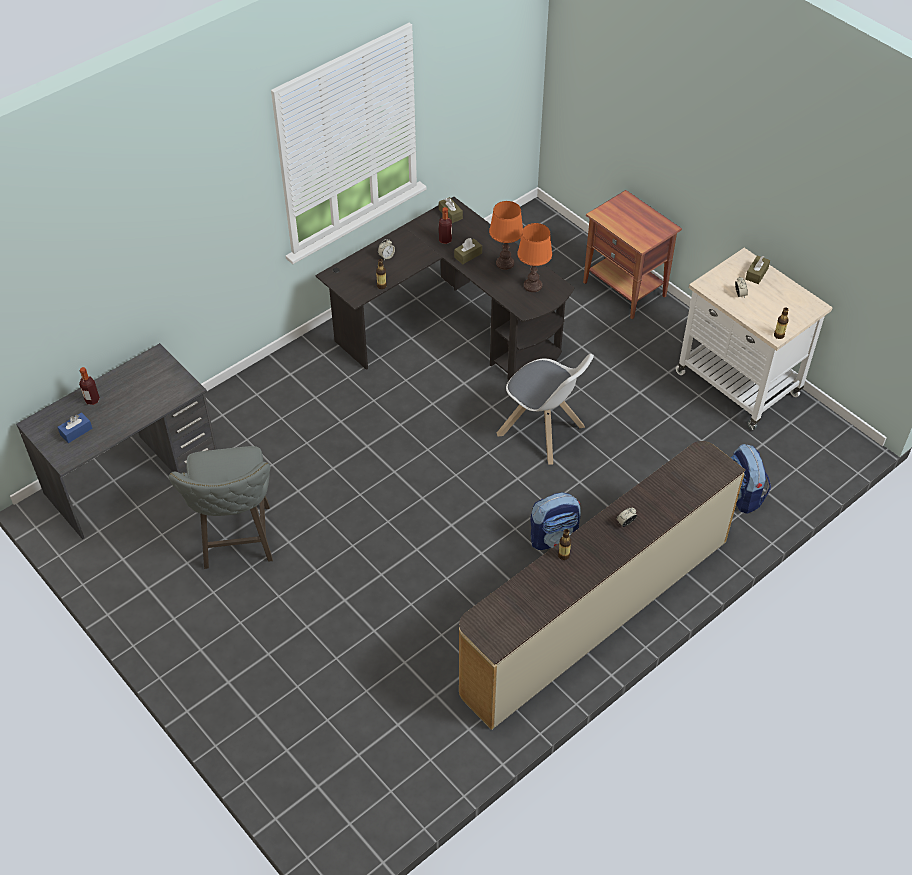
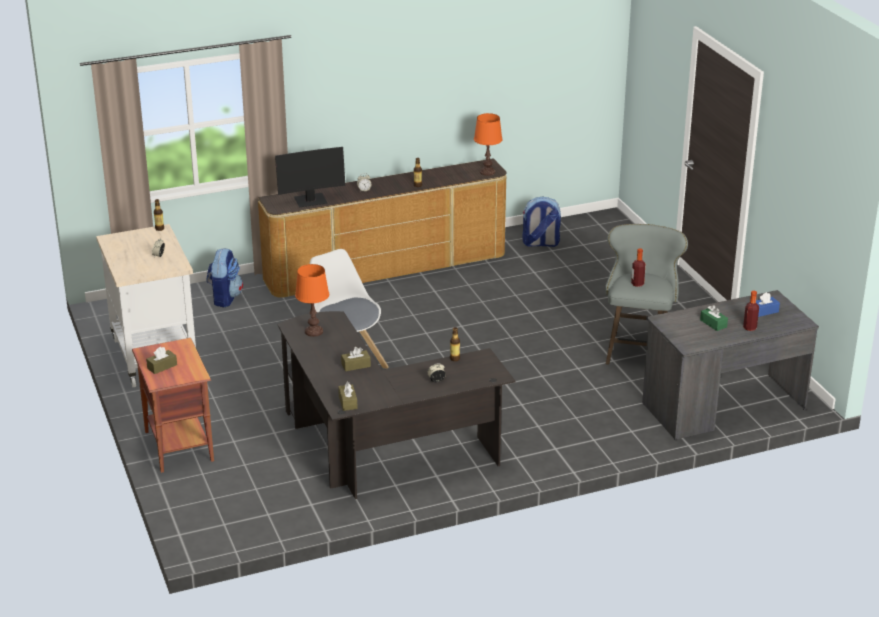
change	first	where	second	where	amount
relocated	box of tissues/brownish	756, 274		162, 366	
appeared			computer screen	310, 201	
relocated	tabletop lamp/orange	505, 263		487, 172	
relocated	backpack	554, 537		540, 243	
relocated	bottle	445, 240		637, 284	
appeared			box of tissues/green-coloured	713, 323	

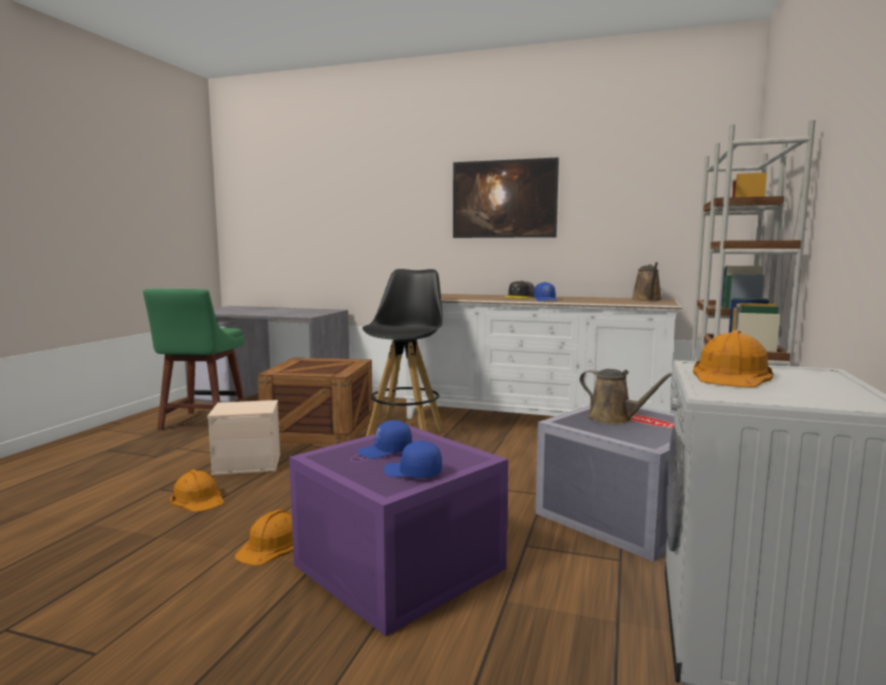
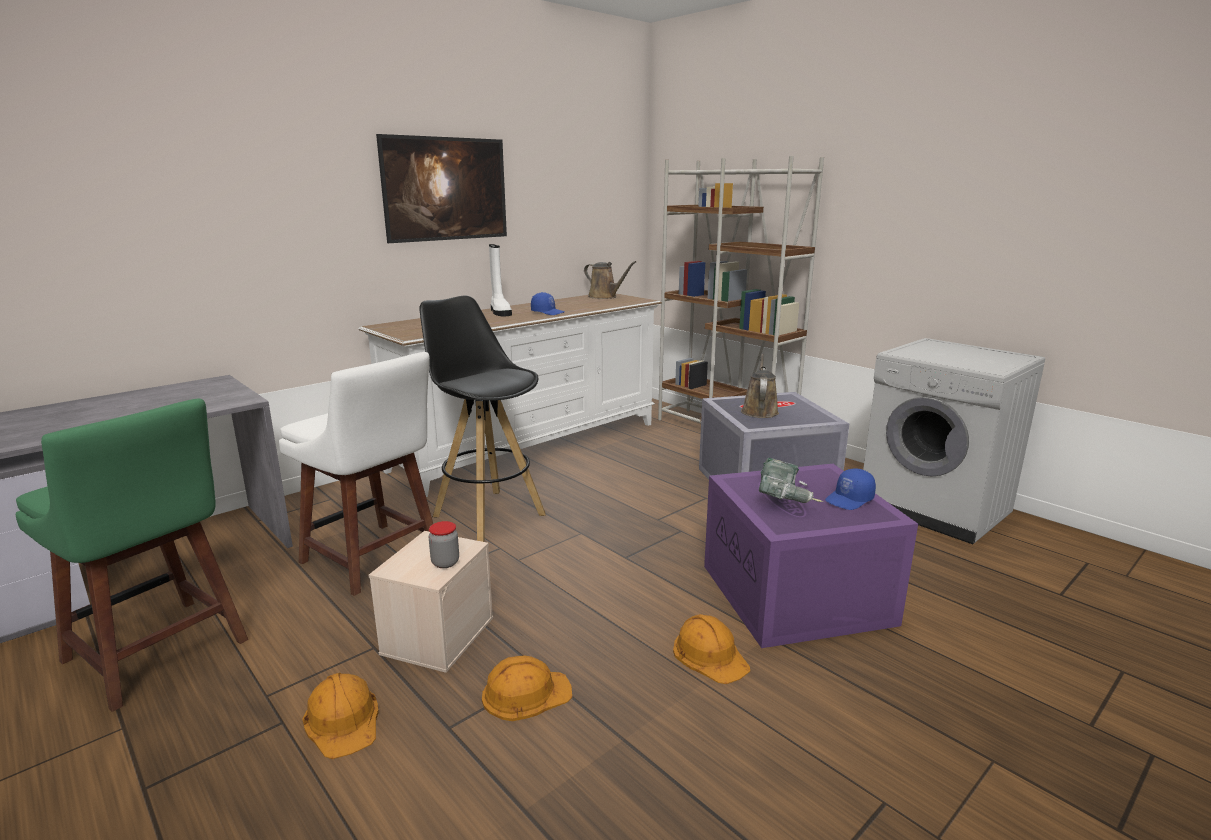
change	first	where	second	where	amount
exchanged	shipping crate	318, 429	stool/white-coloured	374, 559	
relocated	hard hat/orange	731, 375		343, 720	
appeared			preserve jar	445, 562	
exchanged	cap/greyish	519, 297	high-top boot/white-coloured	500, 312	
spun	watering can/brownish	614, 419		759, 411	60 degrees counterclockwise
exchanged	cap/blue	385, 451	power drill	786, 499	

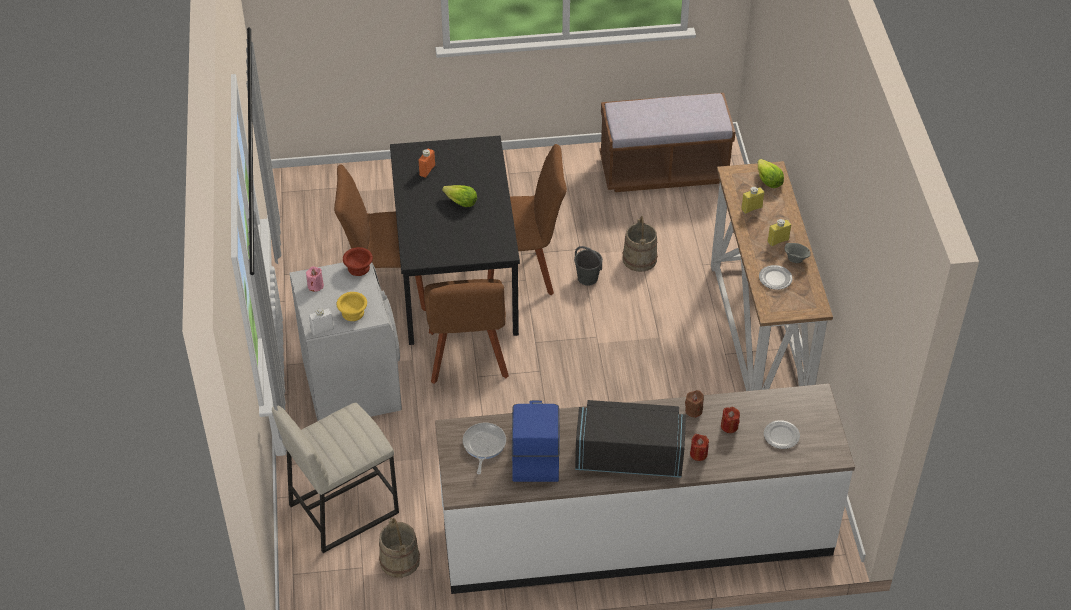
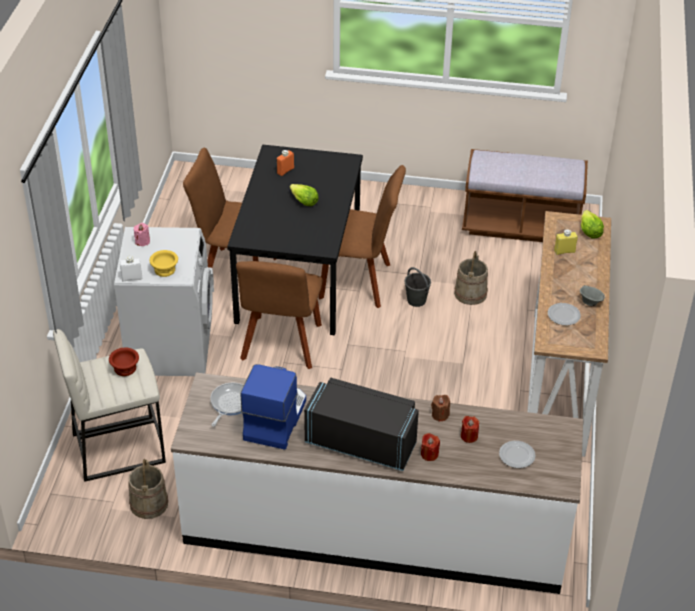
change	first	where	second	where	amount
relocated	serving bowl/brownish	358, 268		124, 369	
missing	bottle/yellowish	778, 240			

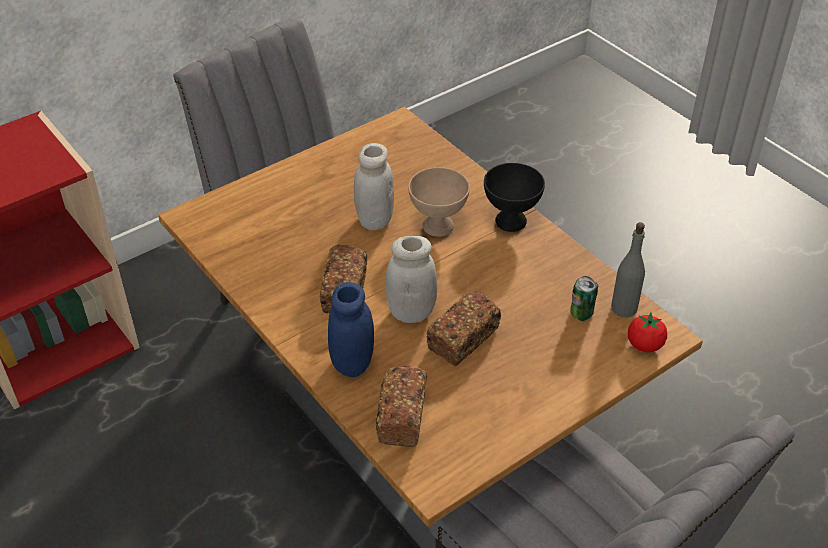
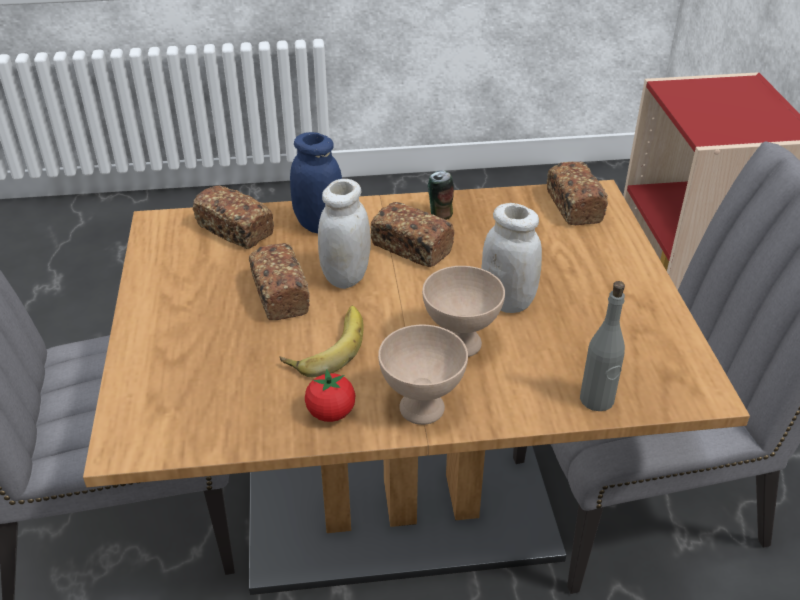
change	first	where	second	where	amount
appeared			banana fruit	326, 345	
relocated	whole tomato	644, 345		331, 413	
colour	serving bowl/black-coloured	509, 221	serving bowl/sand-coloured	423, 407	
relocated	metal can	581, 314		440, 214	
appeared			bakery bread	573, 206	
relocated	bottle/greyish	624, 308		597, 400	

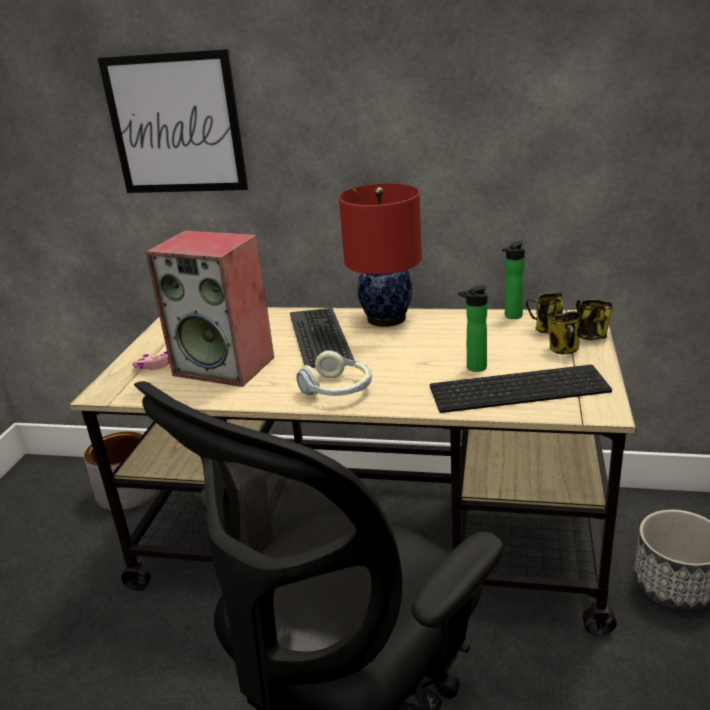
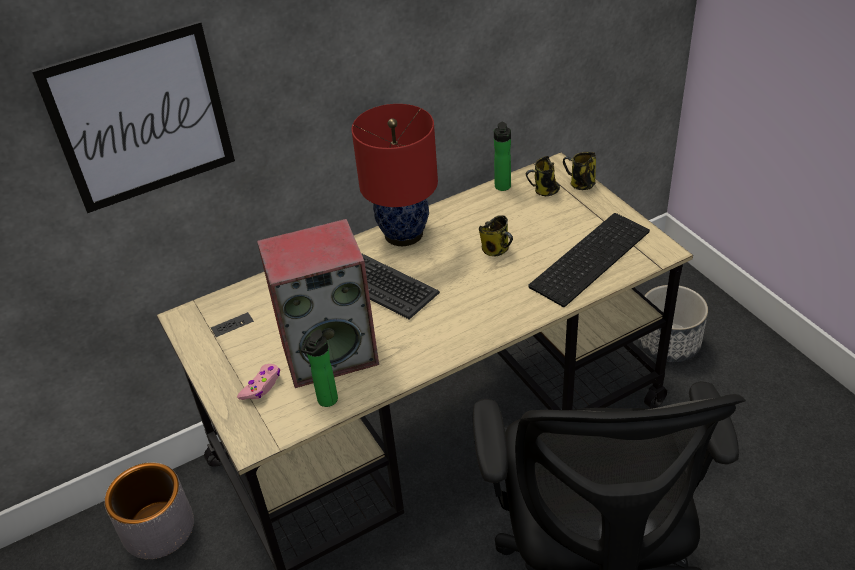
change	first	where	second	where	amount
relocated	bottle	473, 368		326, 402	
relocated	tea mug	564, 350		496, 250	
missing	headset	338, 389			

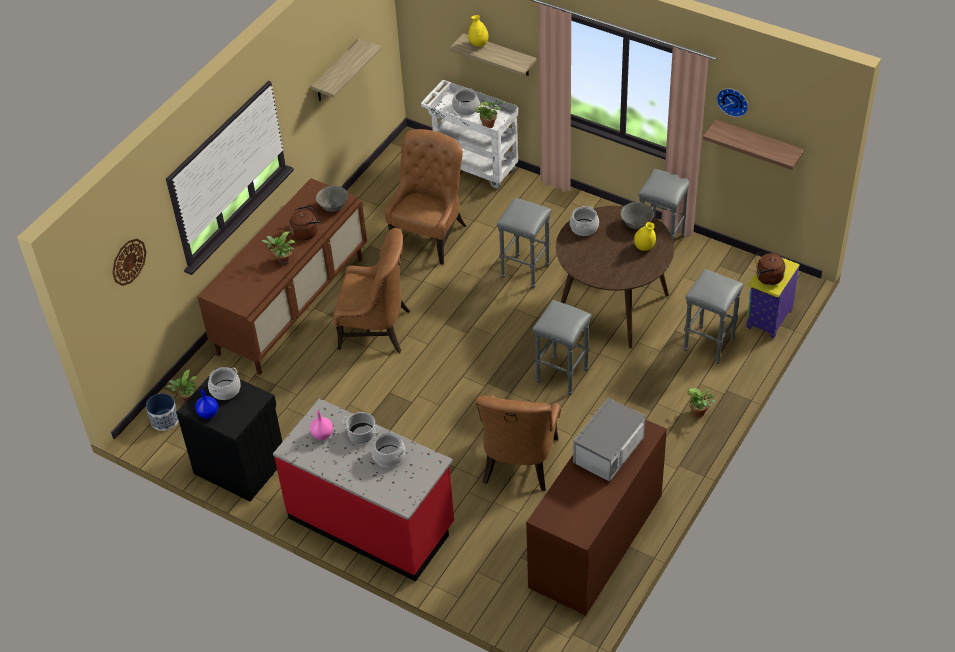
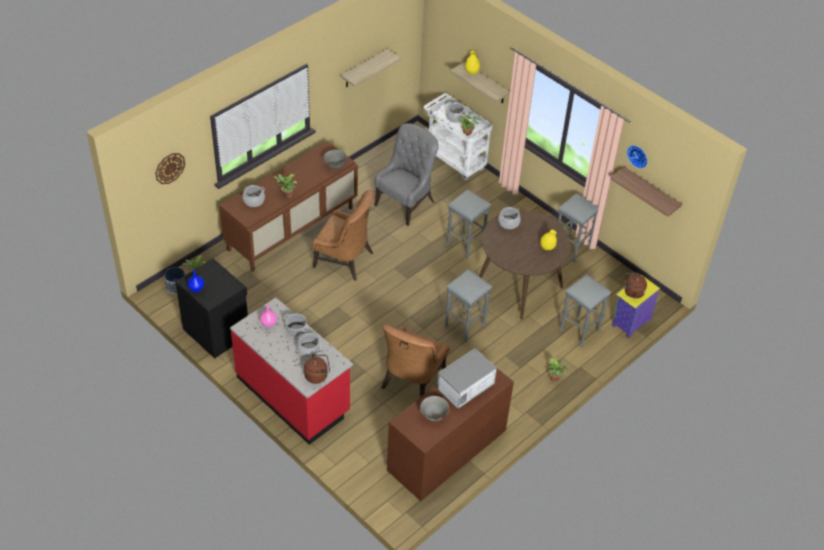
change	first	where	second	where	amount
relocated	stockpot	225, 390		254, 200	
relocated	kettle/brownish	306, 232		317, 375	
colour	chair/brownish	429, 236	chair/greyish	405, 203	
relocated	serving bowl/greyish	636, 224		434, 415	

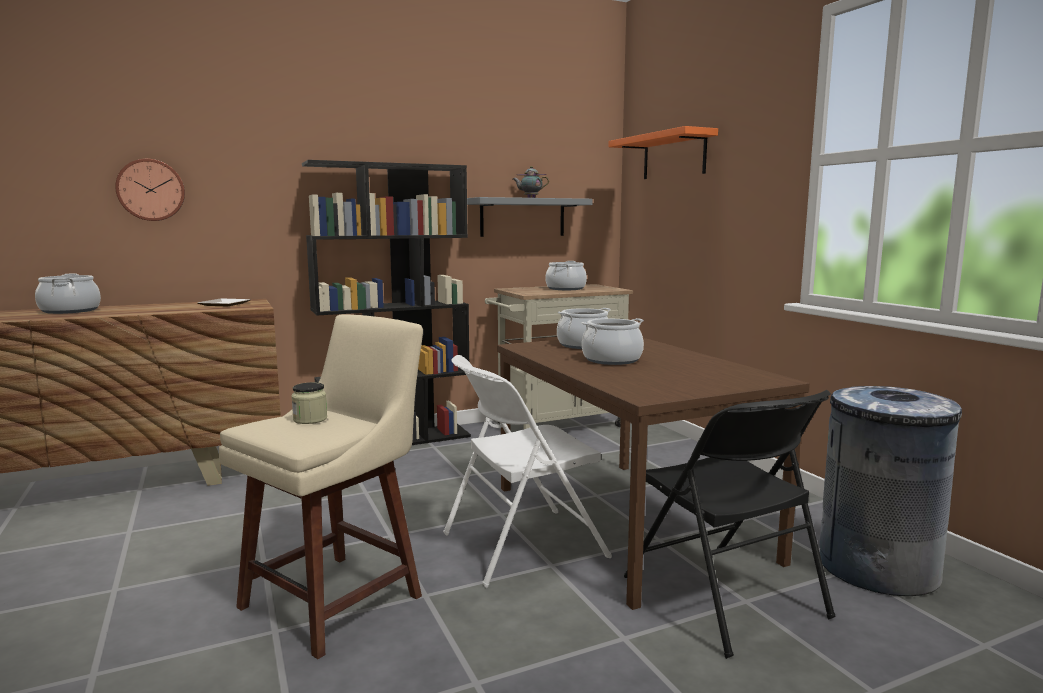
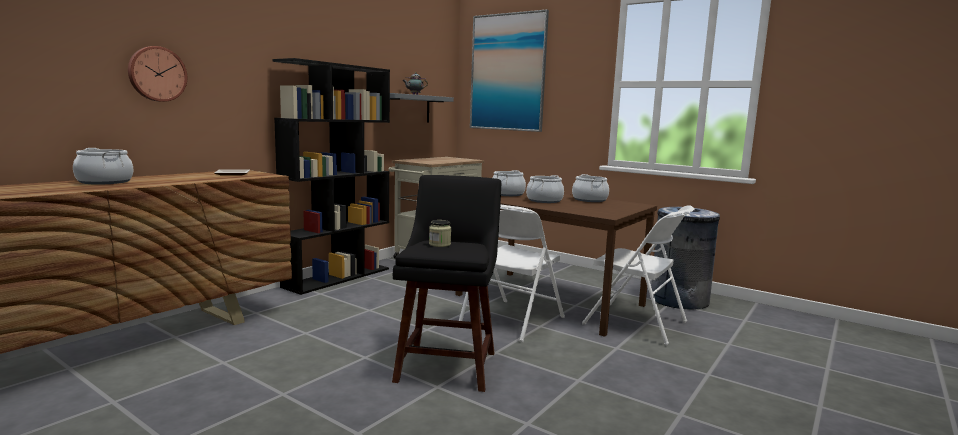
change	first	where	second	where	amount
colour	stool/sand-coloured	338, 598	stool/black-coloured	448, 364	
exchanged	shelf/orange	674, 156	picture	507, 72	
relocated	stockpot	565, 288		589, 200	
colour	chair/black-coloured	723, 596	chair/white-coloured	635, 323	

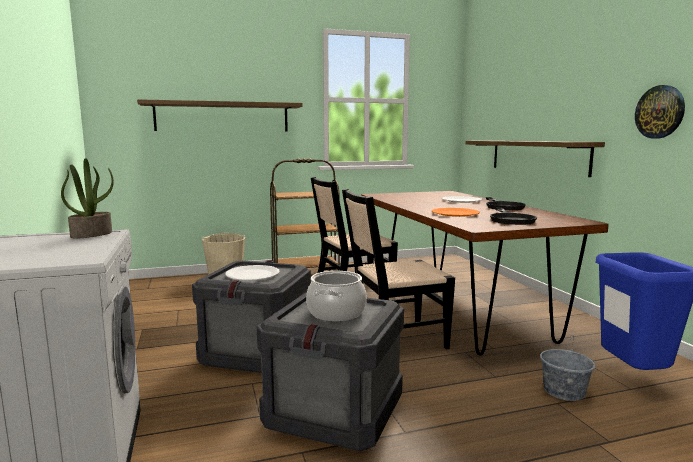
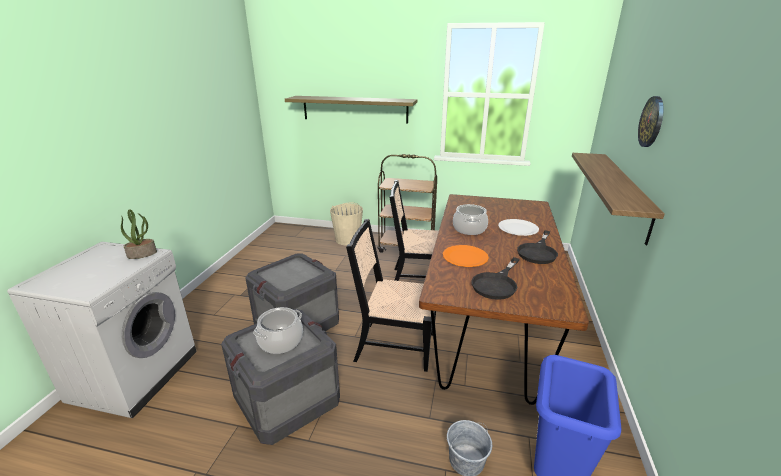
change	first	where	second	where	amount
appeared			stockpot	469, 229	
relocated	clock on the wall	660, 112		652, 122	
missing	flat dish/white-coloured	253, 274			

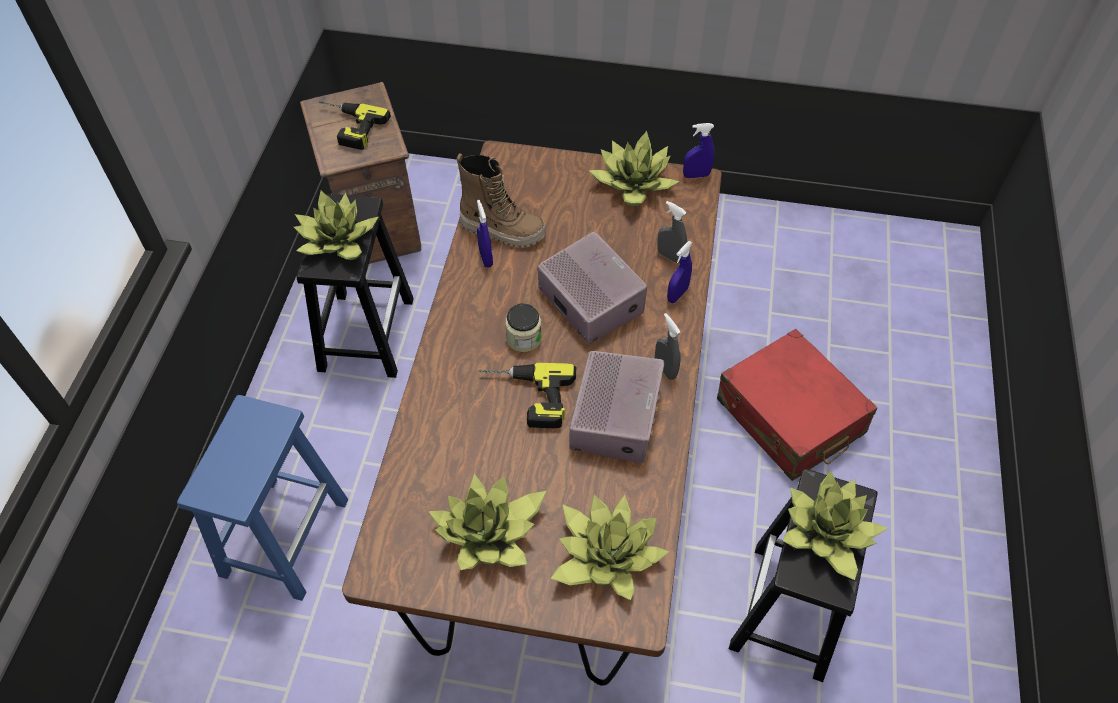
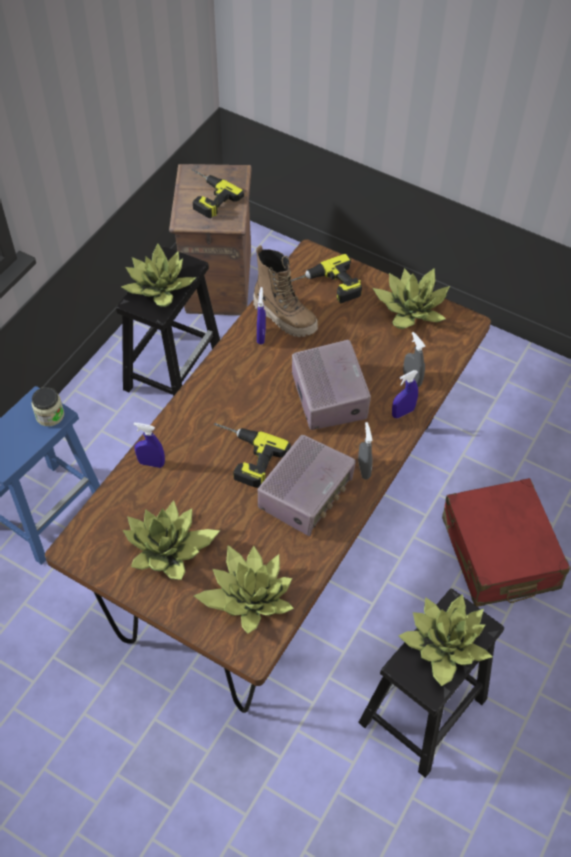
change	first	where	second	where	amount
relocated	preserve jar	524, 338		50, 415	
relocated	hand sprayer/blue	696, 175		151, 463	
appeared			power drill	325, 288	

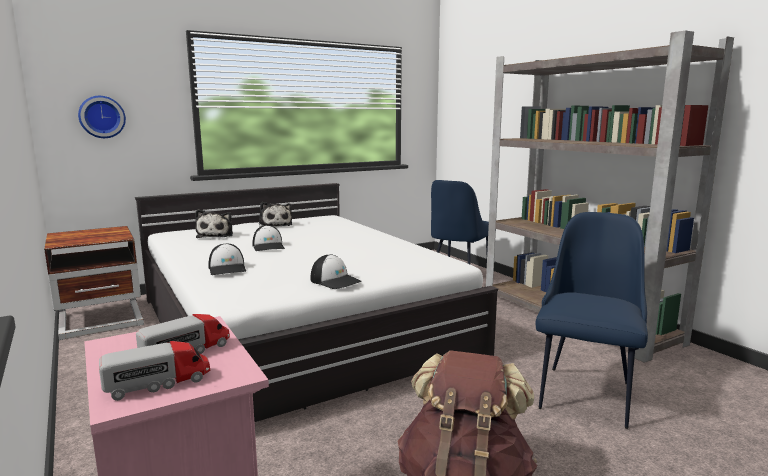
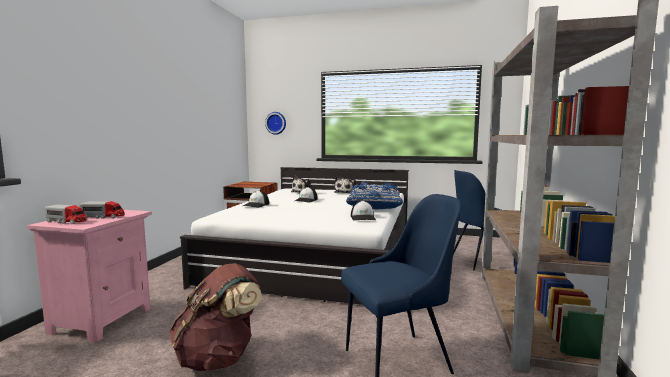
change	first	where	second	where	amount
appeared			pillow/blue	374, 208	
relocated	cap	335, 281		363, 218	

